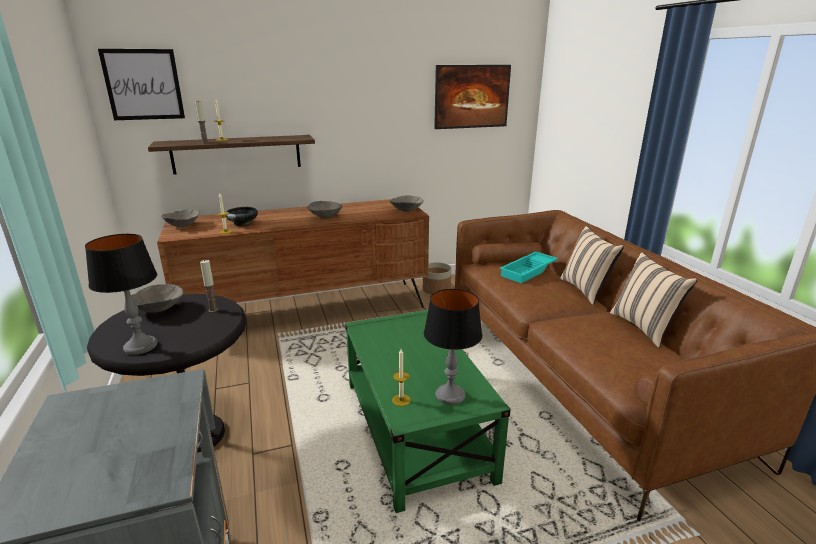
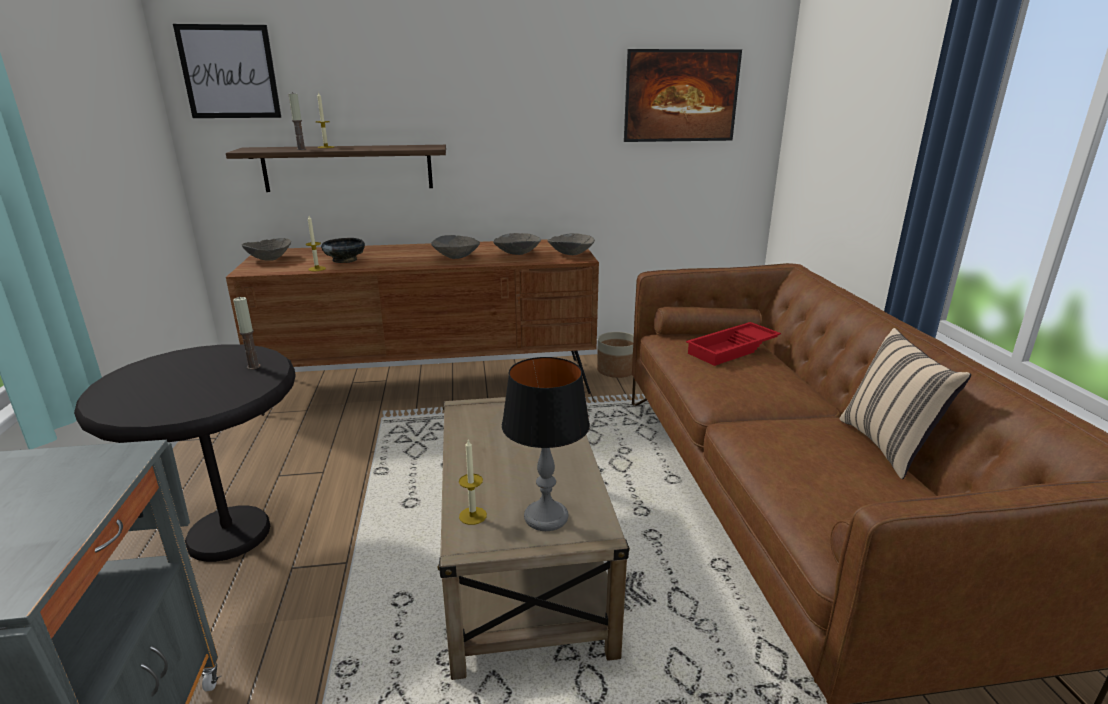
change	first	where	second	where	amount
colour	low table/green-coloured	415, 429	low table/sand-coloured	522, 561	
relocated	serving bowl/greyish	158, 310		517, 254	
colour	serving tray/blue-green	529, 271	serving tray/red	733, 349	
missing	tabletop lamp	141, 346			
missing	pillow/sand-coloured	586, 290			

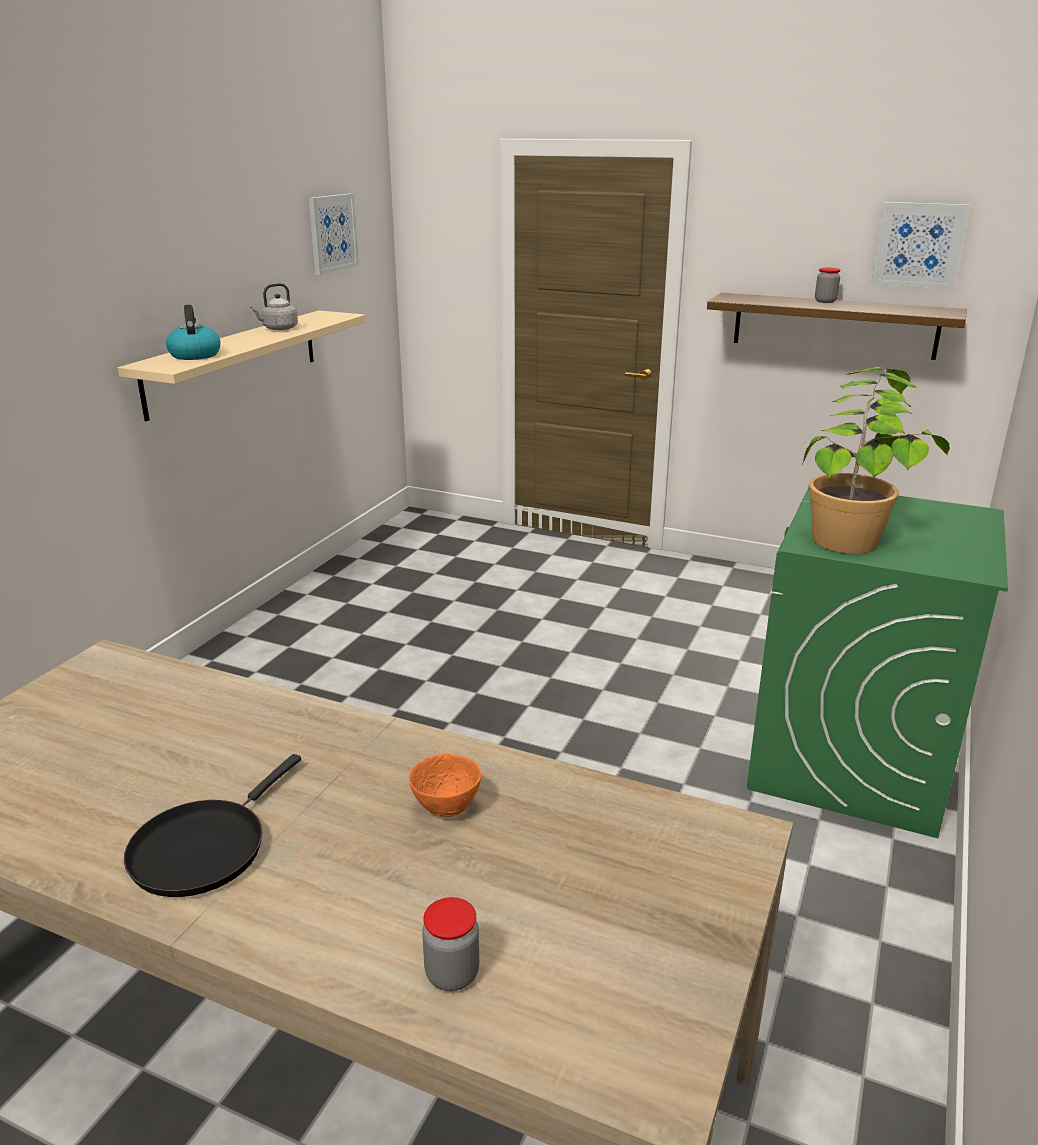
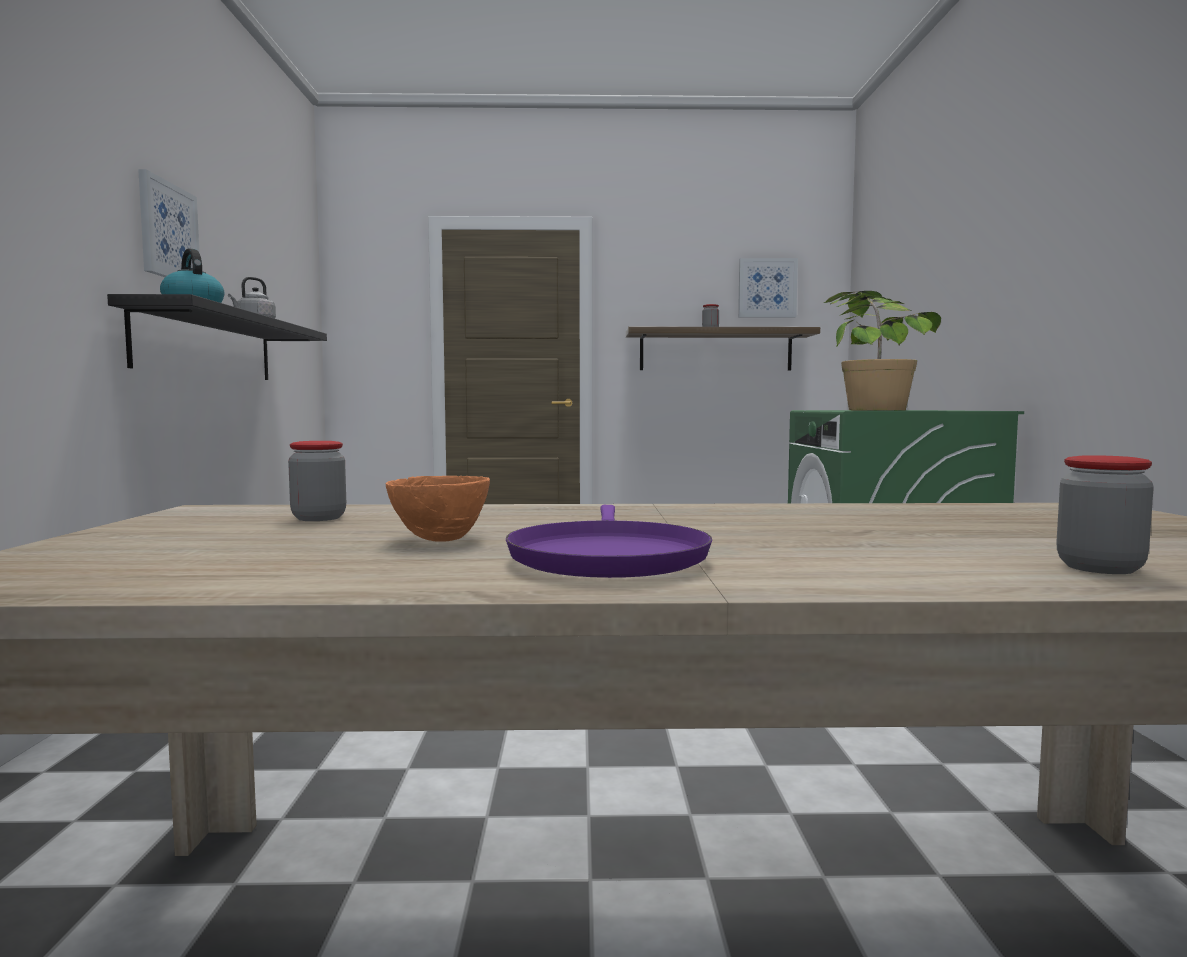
change	first	where	second	where	amount
colour	shelf/sand-coloured	234, 361	shelf/black-coloured	208, 346	
relocated	picture	332, 233		168, 231	
appeared			preserve jar	319, 518	
relocated	serving bowl/orange	447, 809		441, 539	
colour	skillet/black-coloured	203, 847	skillet/purple	607, 557	

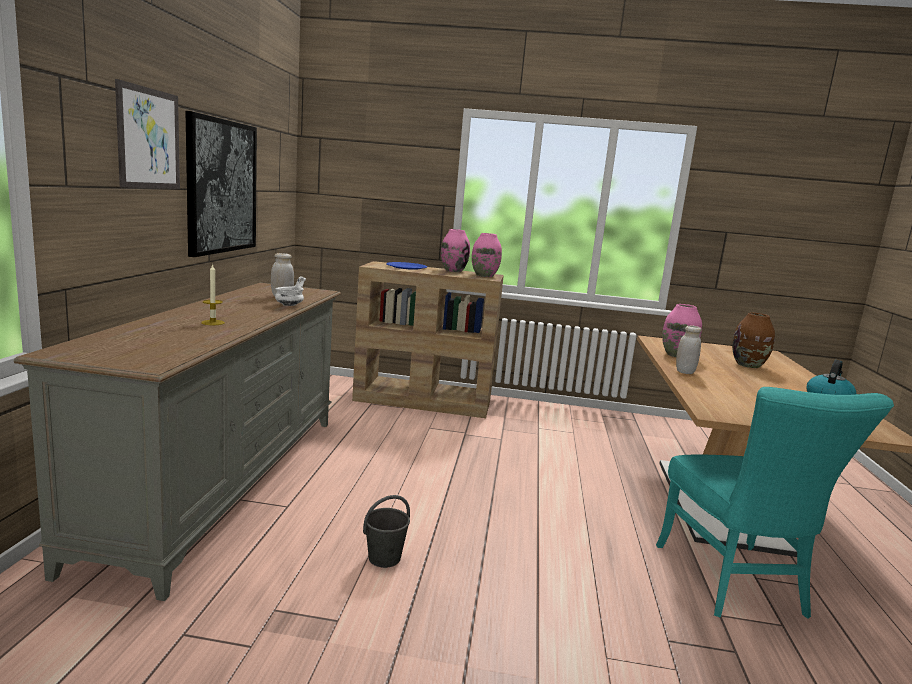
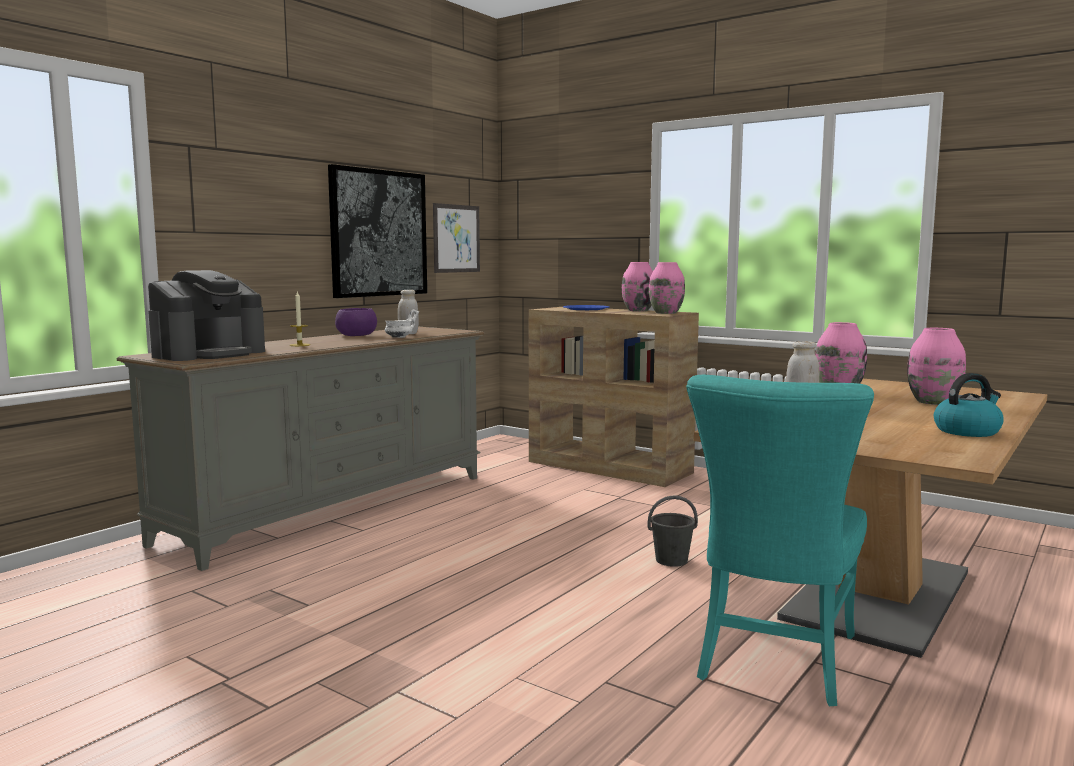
change	first	where	second	where	amount
appeared			coffee brewer	209, 354	
appeared			serving bowl/purple	356, 335	
relocated	picture	149, 138		456, 238	
relocated	water bucket/greyish	385, 558		672, 560	
colour	vase/brownish	748, 365	vase/pinkish	934, 402	

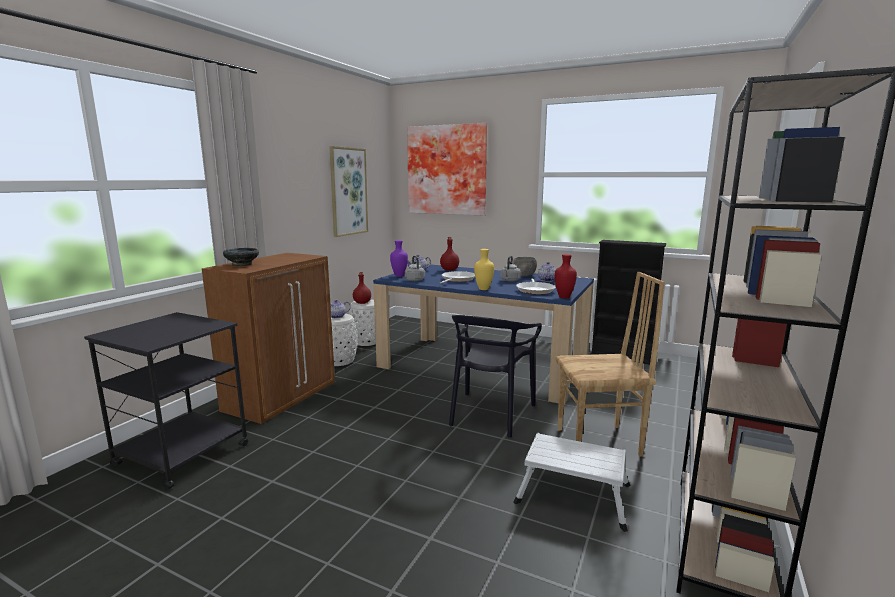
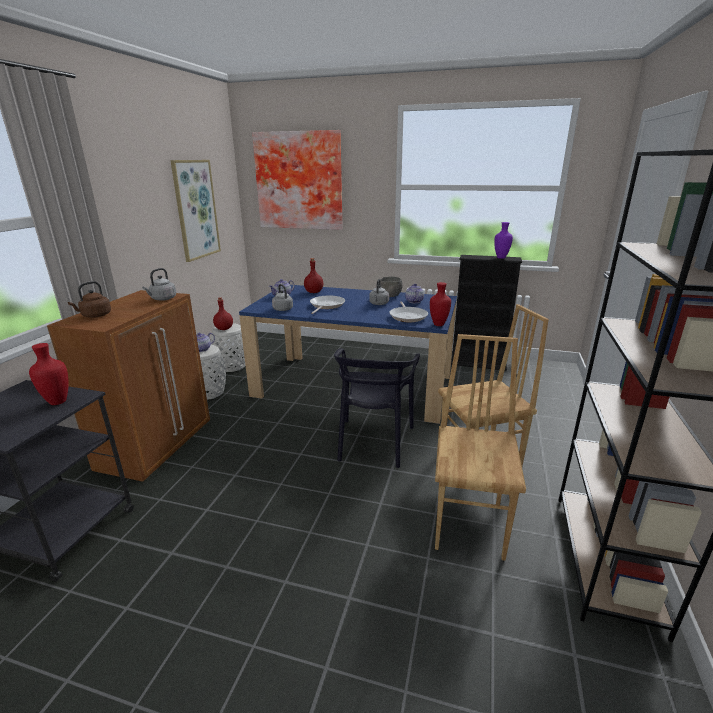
change	first	where	second	where	amount
appeared			vase/red	58, 401	
exchanged	serving bowl/black-coloured	242, 264	kettle/brownish	95, 315	
appeared			kettle/greyish	162, 299	
exchanged	step stool/white-coloured	574, 494	chair/brownish	470, 525	
relocated	vase/purple	399, 276		501, 258	
missing	vase/yellowish	484, 289			

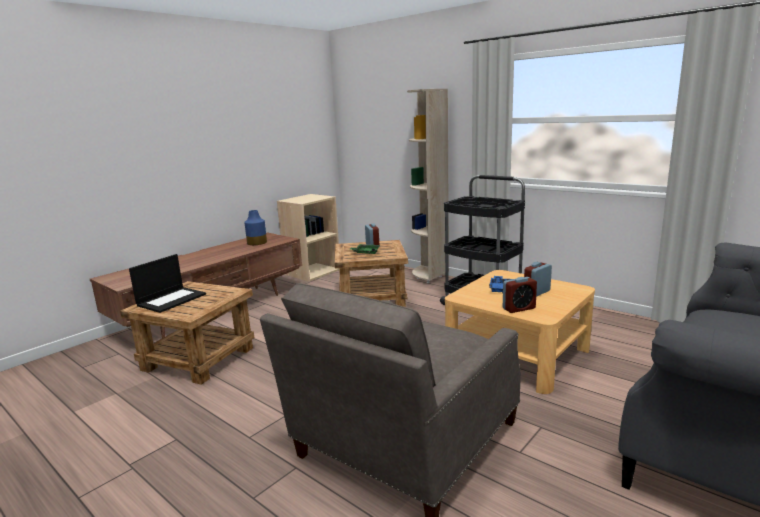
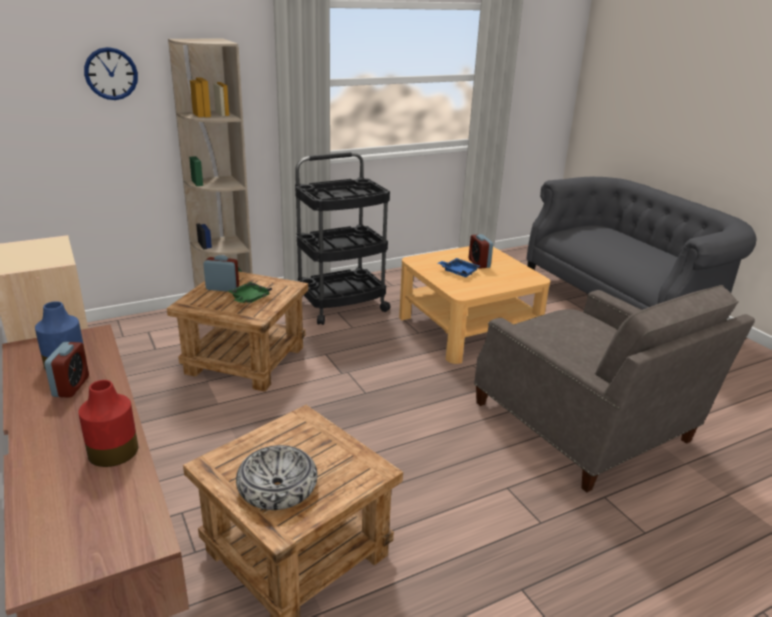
change	first	where	second	where	amount
relocated	bedside clock	519, 308		71, 386	
appeared			vase/red	113, 451	
appeared			clock on the wall	111, 74	
exchanged	notebook computer	172, 299	serving bowl	277, 486	

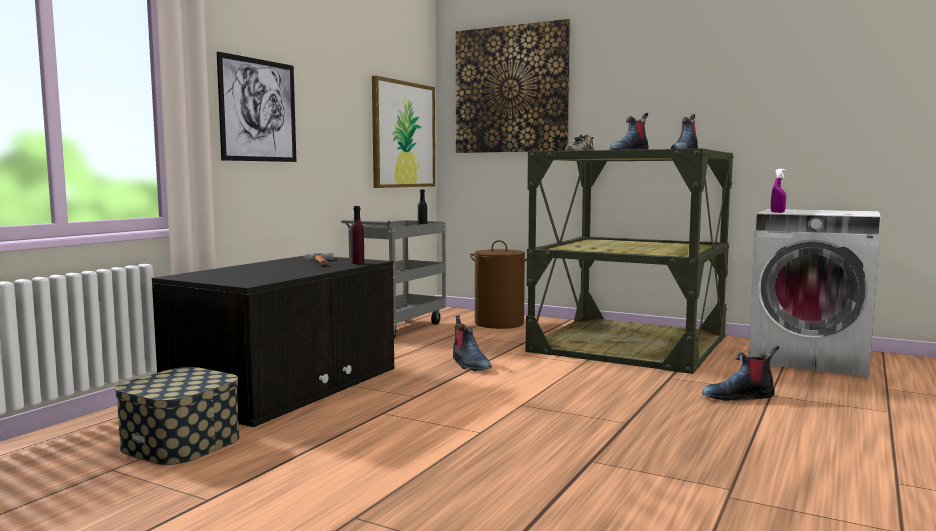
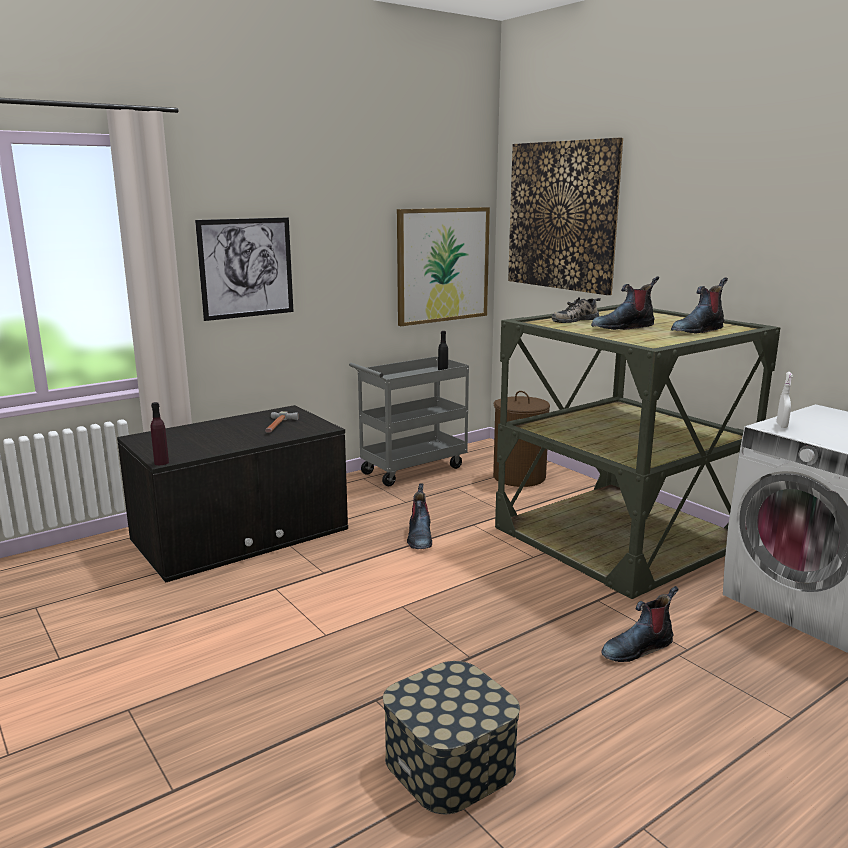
change	first	where	second	where	amount
relocated	bottle/purple	358, 263		161, 462	
relocated	storage bin	180, 442		449, 763	
spun	high-top boot	738, 396		637, 648	45 degrees counterclockwise
colour	hand sprayer/purple	777, 212	hand sprayer/white-coloured	782, 425	

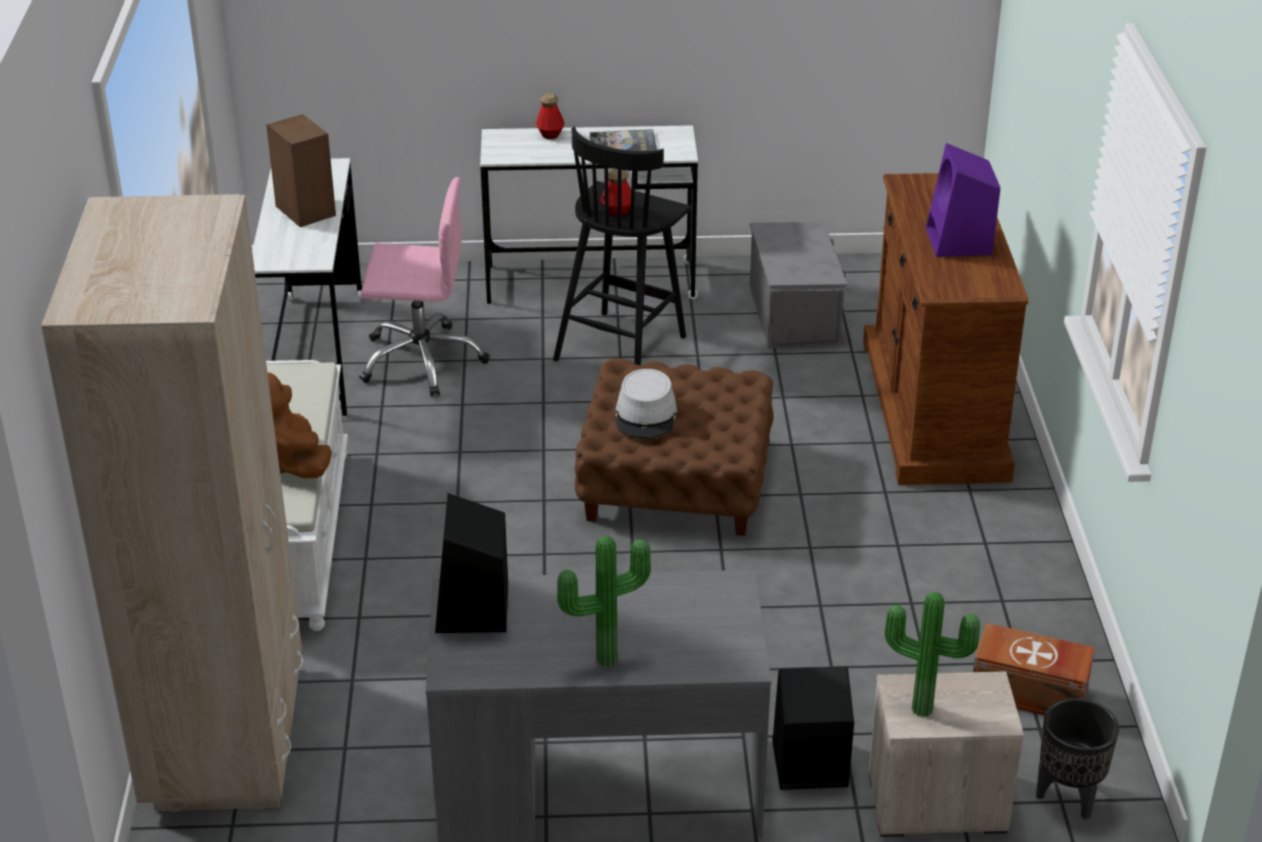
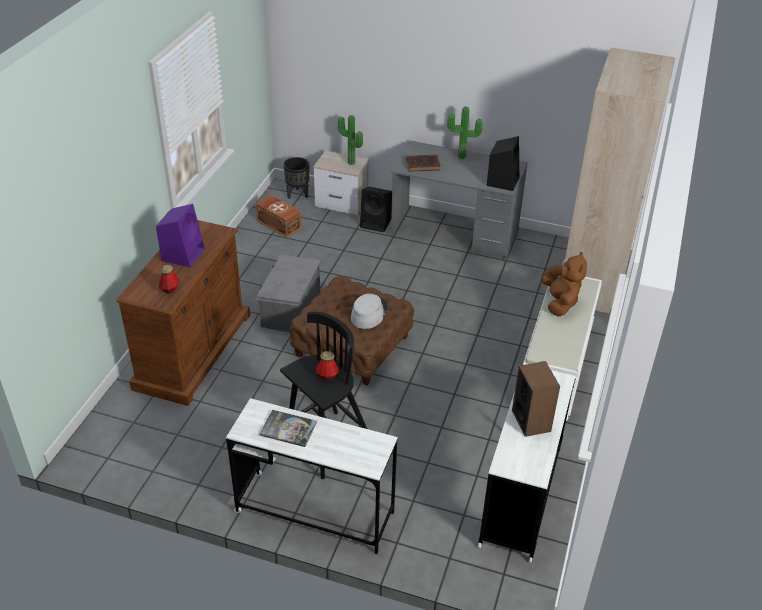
change	first	where	second	where	amount
relocated	bottle	550, 134		169, 289	
relocated	storage bin/greyish	795, 314		290, 309	
appeared			volume/brownish	423, 165	
missing	office chair/pinkish	422, 360			

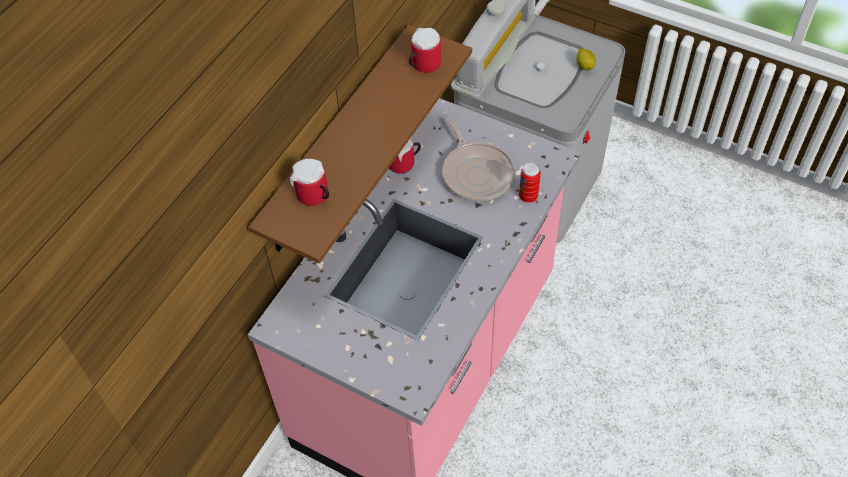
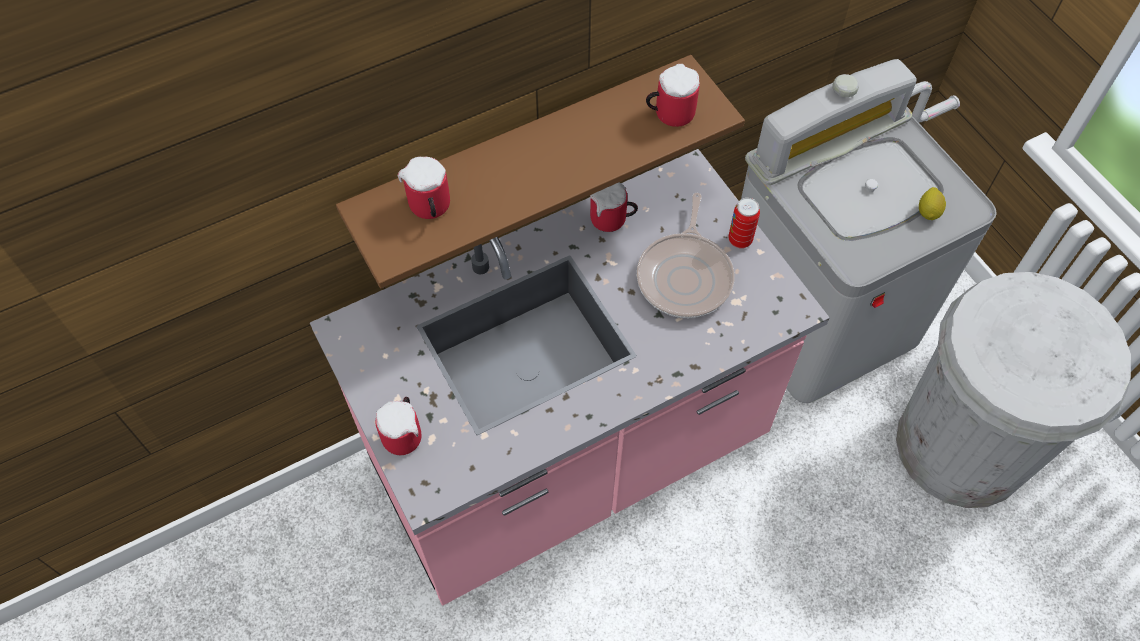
change	first	where	second	where	amount
appeared			tea mug	405, 433	
relocated	metal can	528, 196		740, 240	
appeared			trash can/white-coloured	961, 446	

